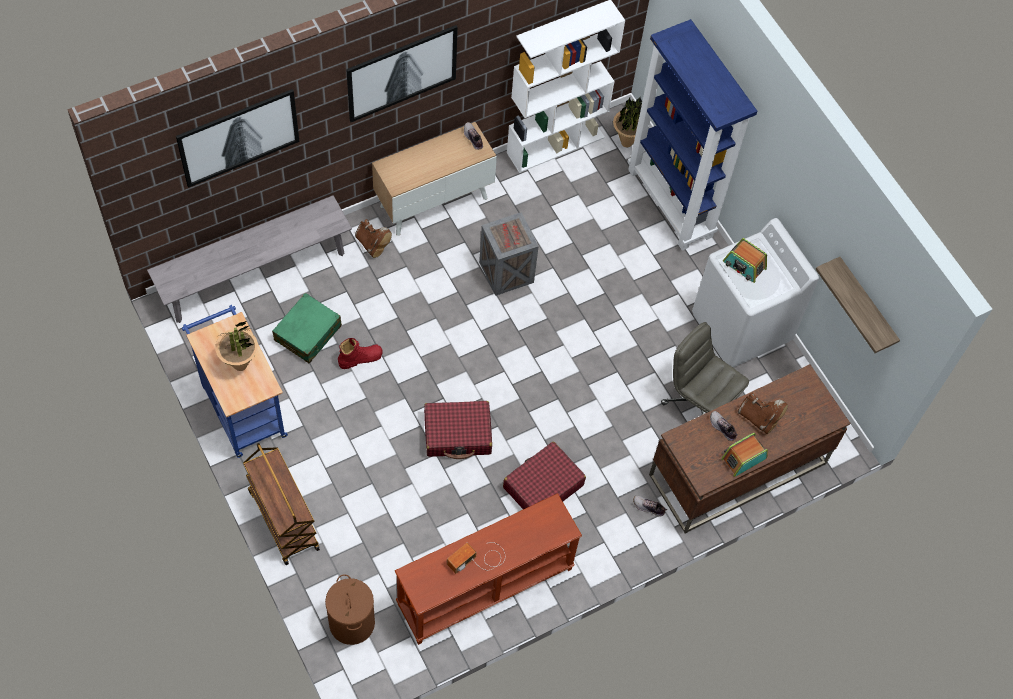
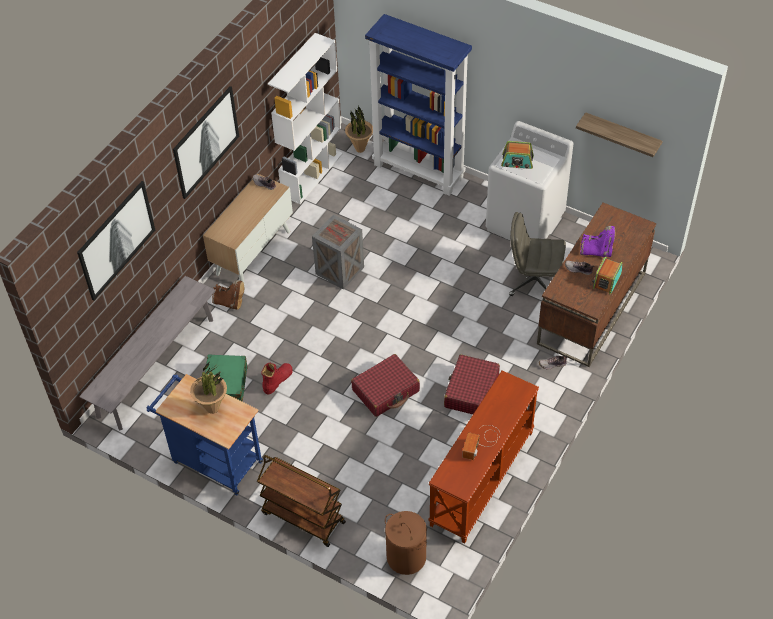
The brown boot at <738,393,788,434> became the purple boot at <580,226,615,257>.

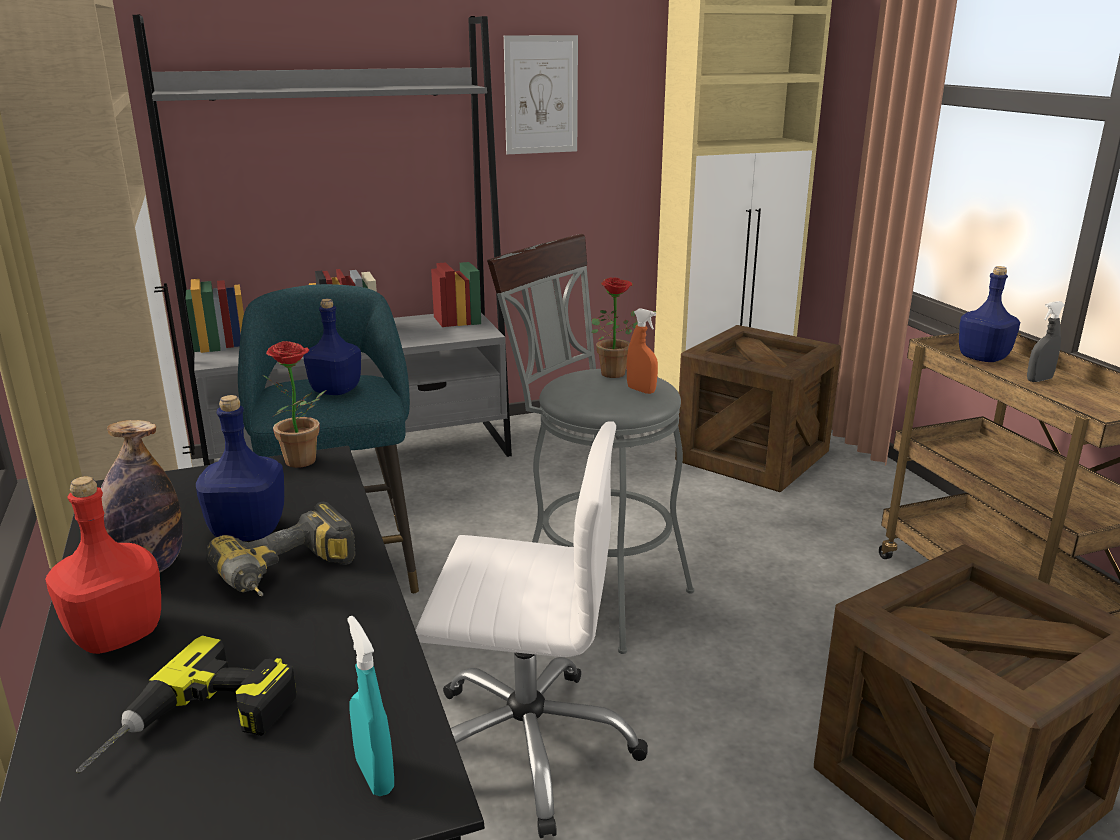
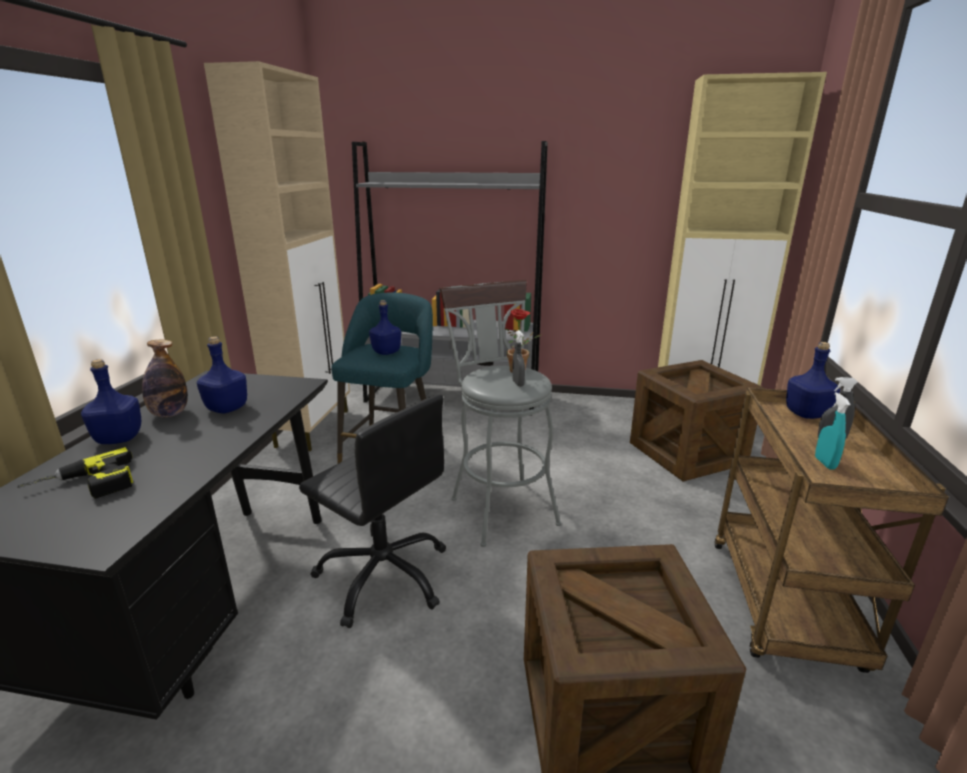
The power drill at <206,502,356,596> disappeared.
The potted plant at <263,341,326,468> disappeared.
The picture at <504,35,578,154> disappeared.
The turquoise spray bottle moved from <347,616,394,796> to <815,392,850,470>.
The red bottle at <45,476,161,654> became the blue bottle at <81,359,141,444>.
The white office chair at <416,421,648,838> became the black office chair at <299,394,446,628>.
The orange spray bottle at <627,308,658,394> became the grey spray bottle at <512,330,525,387>.

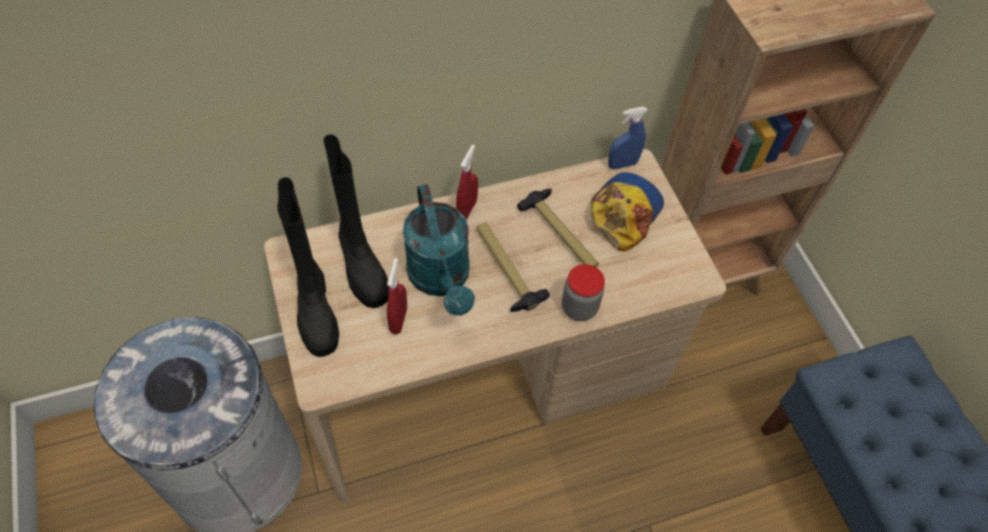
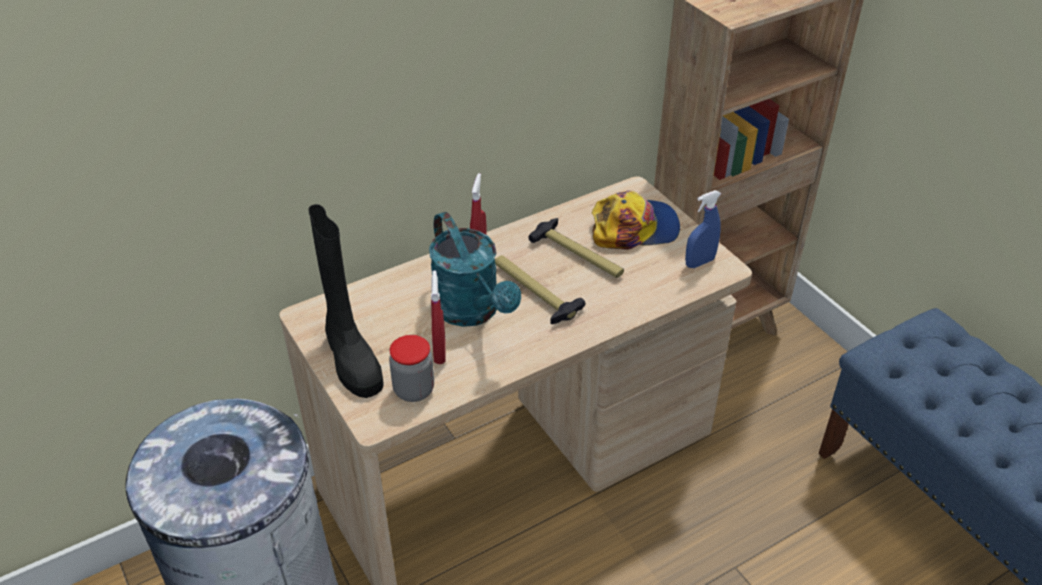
The black boot at <324,134,389,308> disappeared.
The jar moved from <562,264,605,321> to <389,335,434,402>.
The blue spray bottle moved from <608,107,648,169> to <685,190,721,268>.
The cap at <591,172,664,252> turned 60 degrees clockwise.

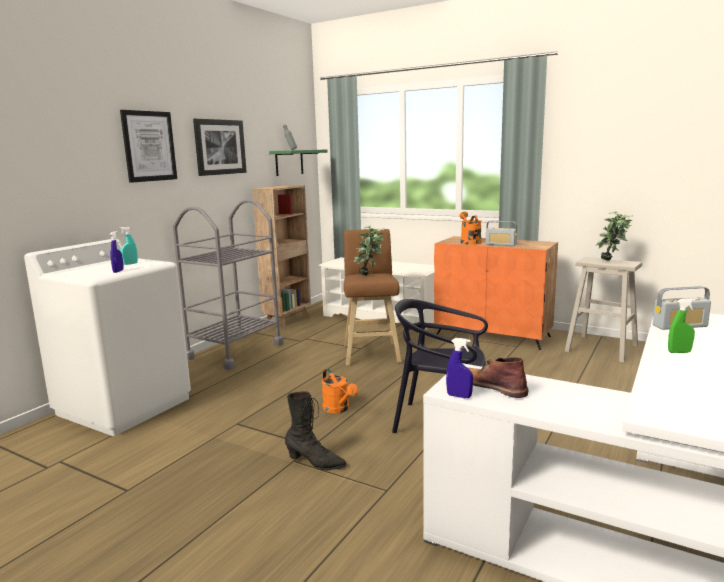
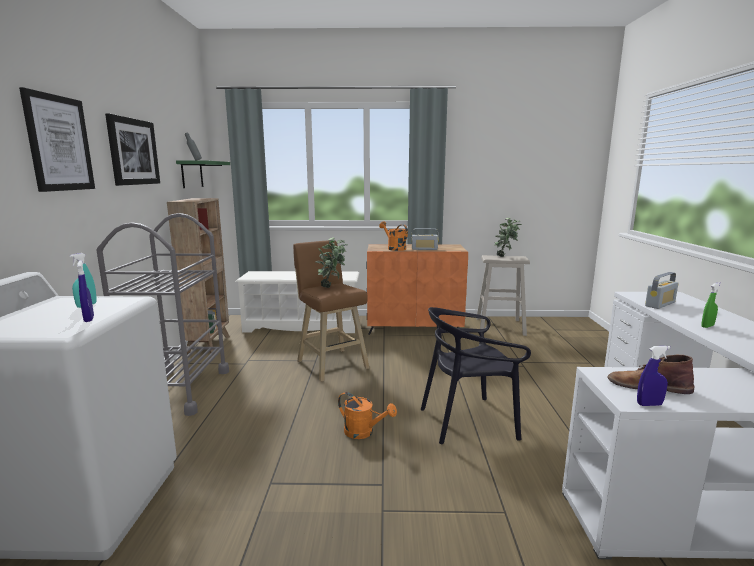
The black boot at <285,391,346,471> disappeared.

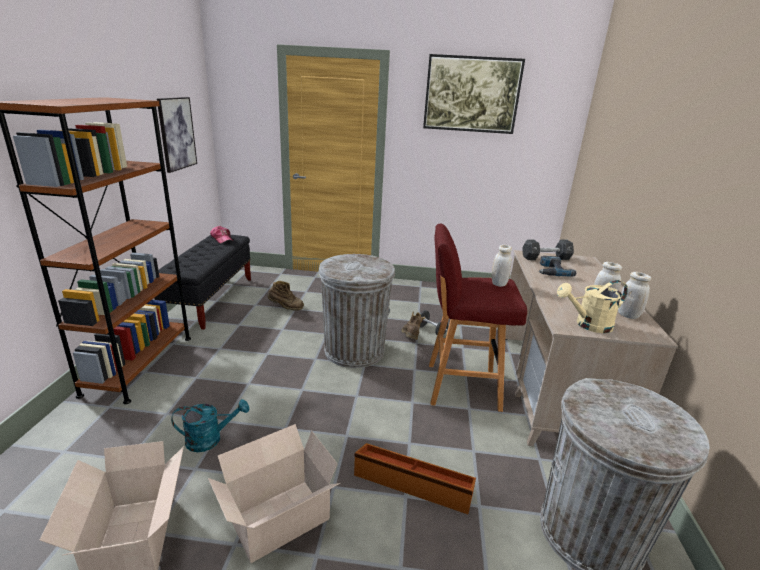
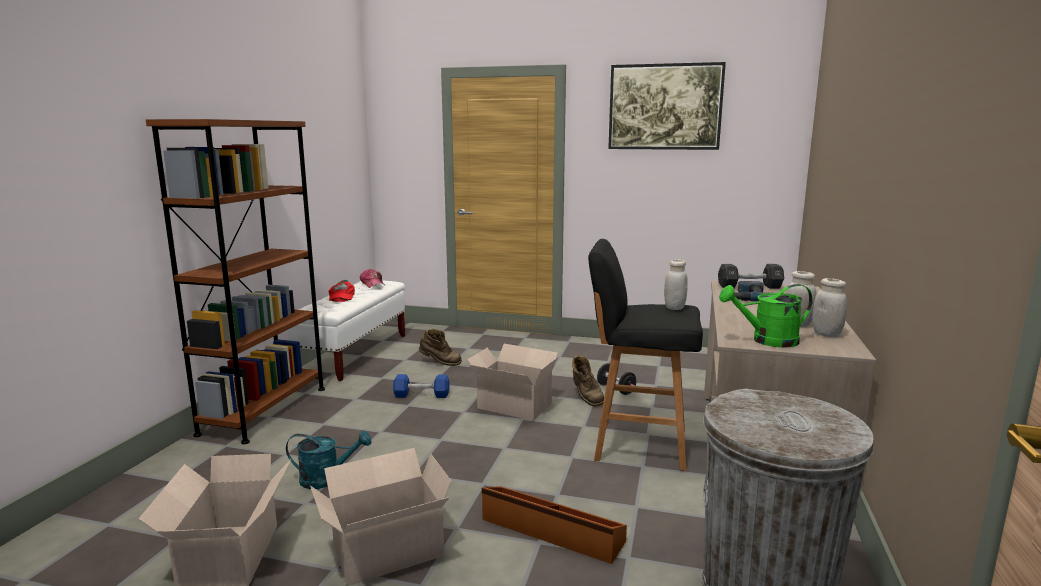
The picture at <157,97,197,173> disappeared.
The red cap at <328,280,355,302> appeared.
The blue dumbbell at <393,374,450,398> appeared.
The grey trash can at <319,254,395,368> was replaced by the cardboard box at <467,344,558,421>.
The black bench at <154,235,251,329> became the white bench at <288,280,405,381>.
The red stool at <429,224,527,412> became the black stool at <588,239,703,471>.
The beige watering can at <557,280,628,333> became the green watering can at <719,284,813,348>.
The brown boot at <401,311,426,340> turned 150 degrees clockwise.

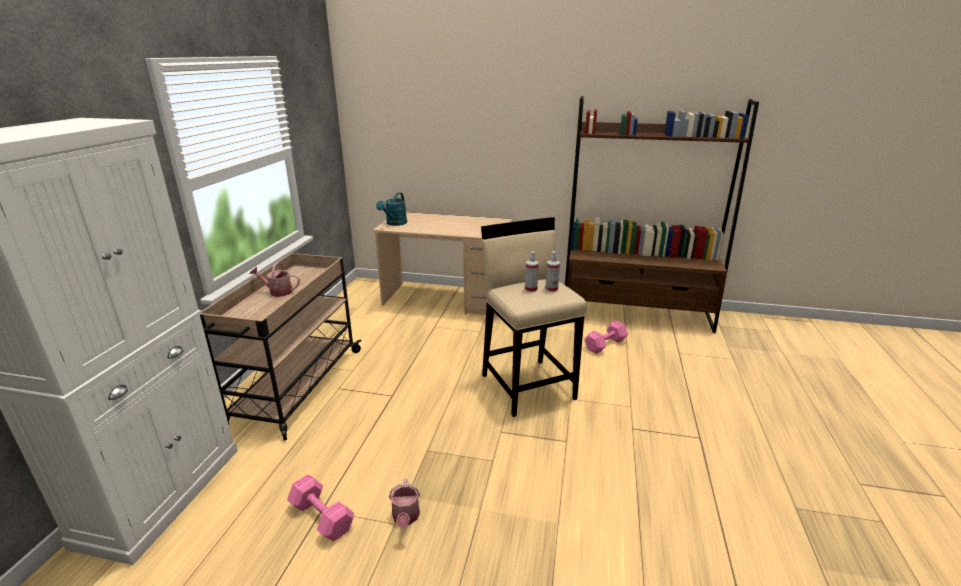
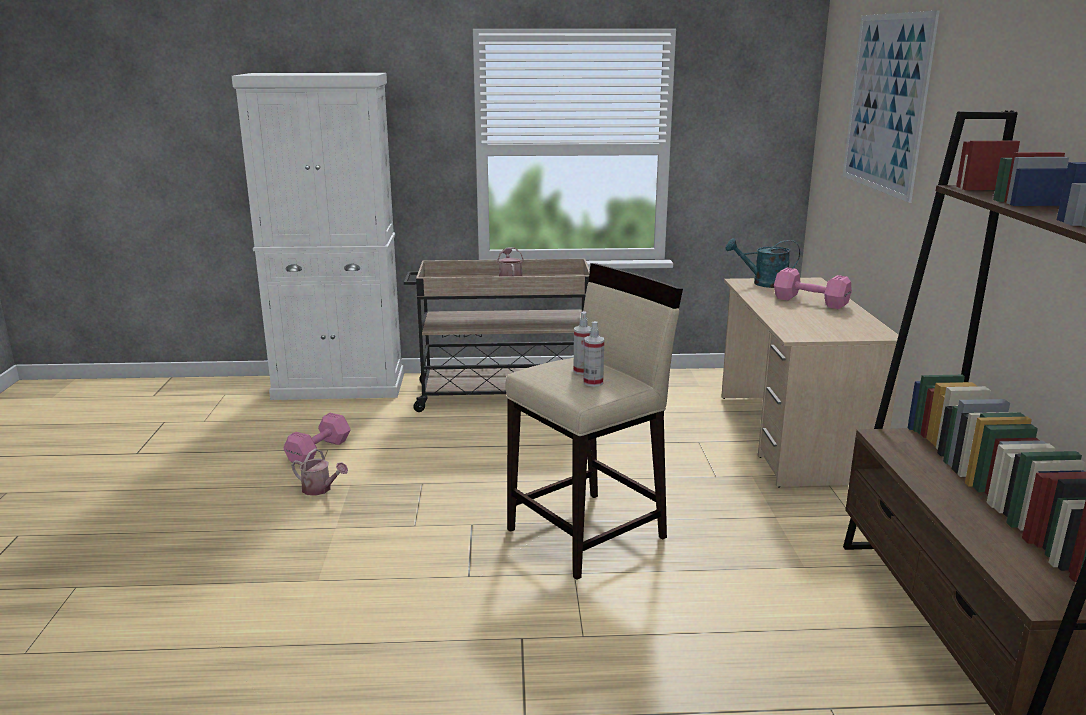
The picture at <843,11,939,203> appeared.
The pink dumbbell moved from <584,320,628,354> to <774,268,852,309>.
The watering can at <389,478,420,528> turned 135 degrees counterclockwise.

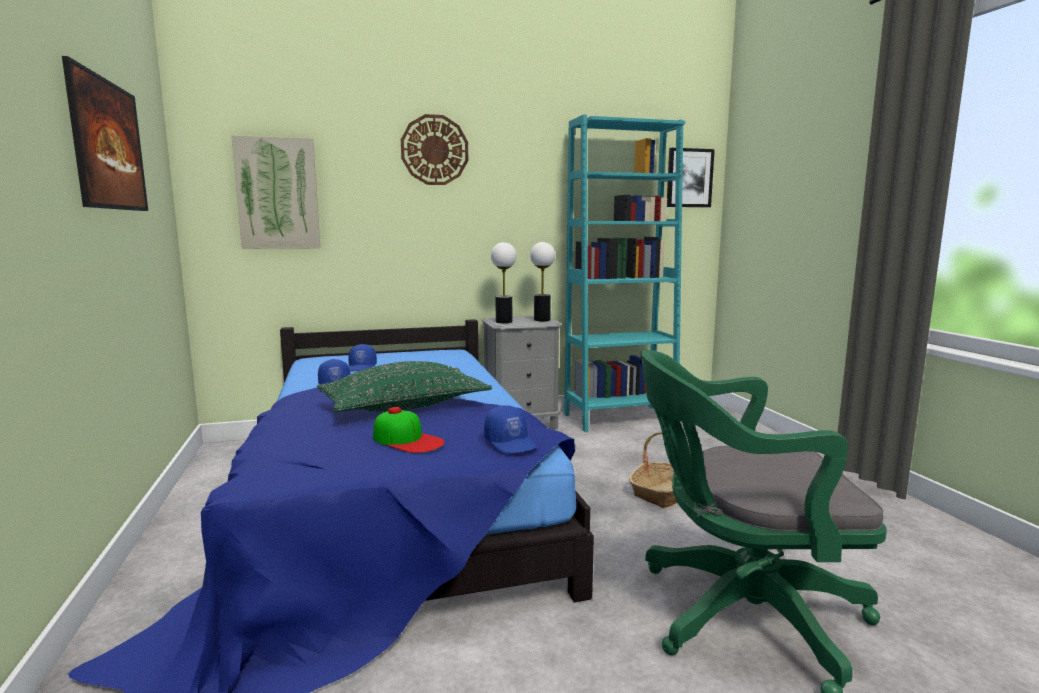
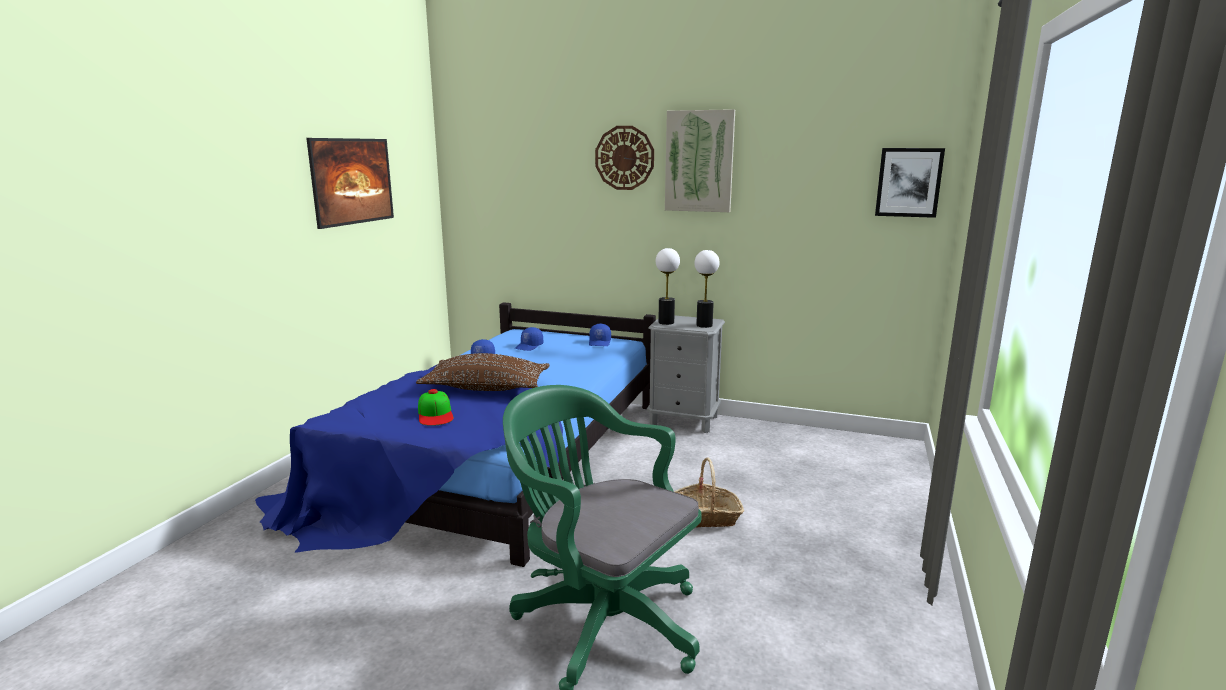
The turquoise bookcase at <564,115,686,432> disappeared.
The picture moved from <231,135,320,249> to <665,109,735,212>.
The blue cap moved from <484,405,537,454> to <589,324,611,346>.
The green pillow at <317,361,492,412> became the brown pillow at <416,353,550,391>.

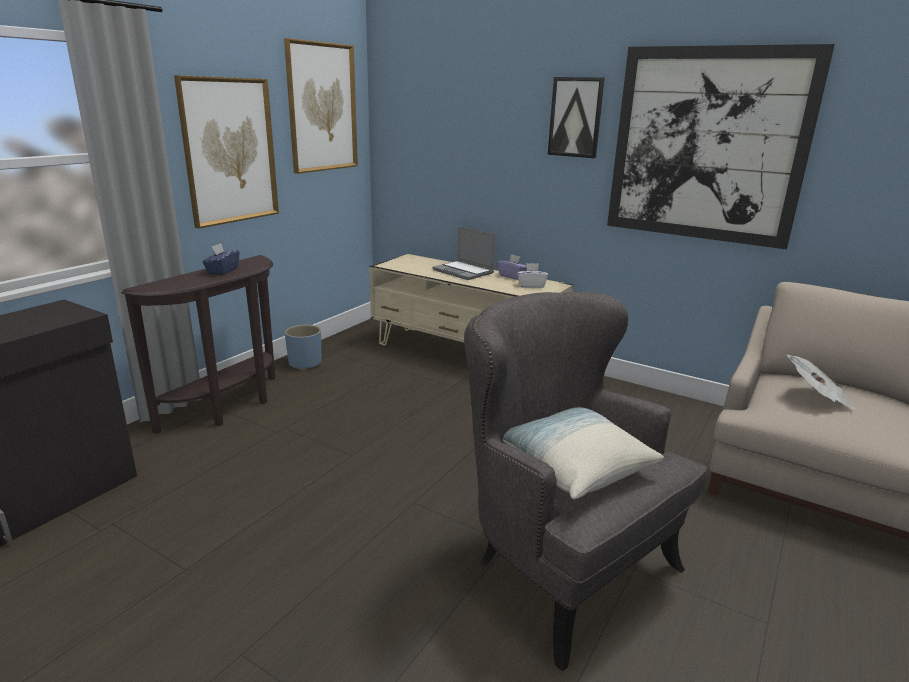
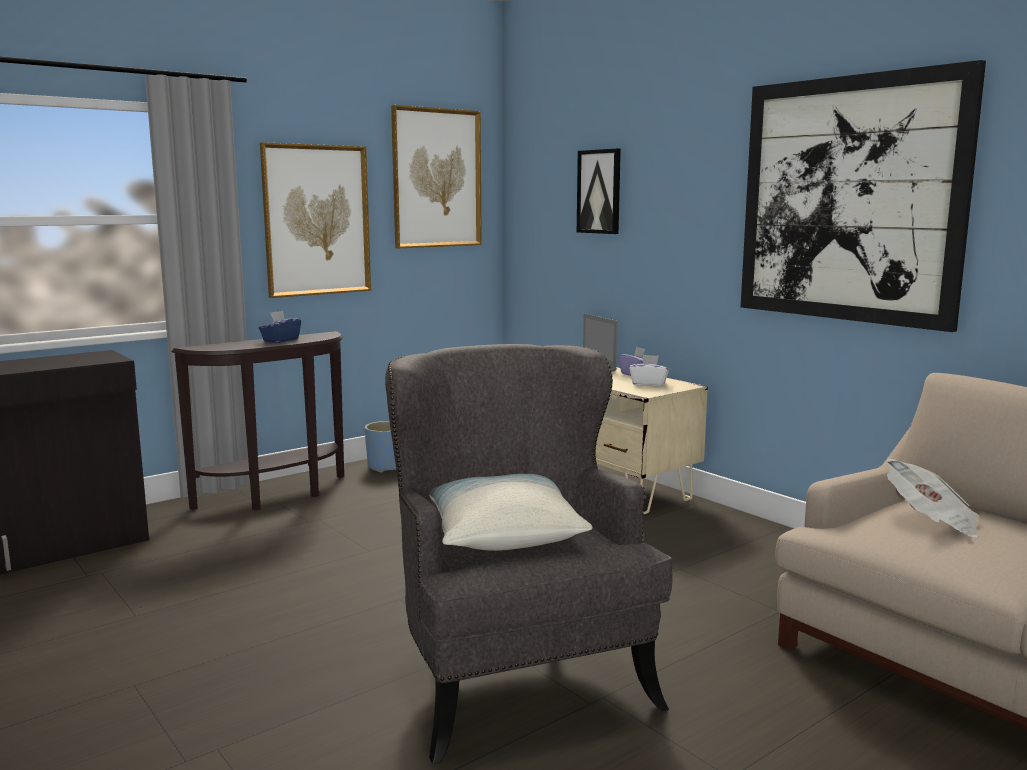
The picture moved from <548,77,605,158> to <577,149,621,234>.

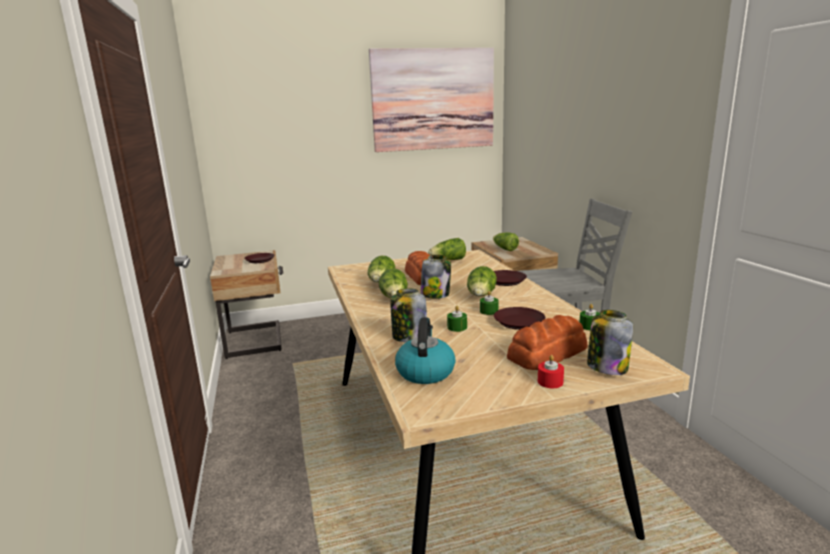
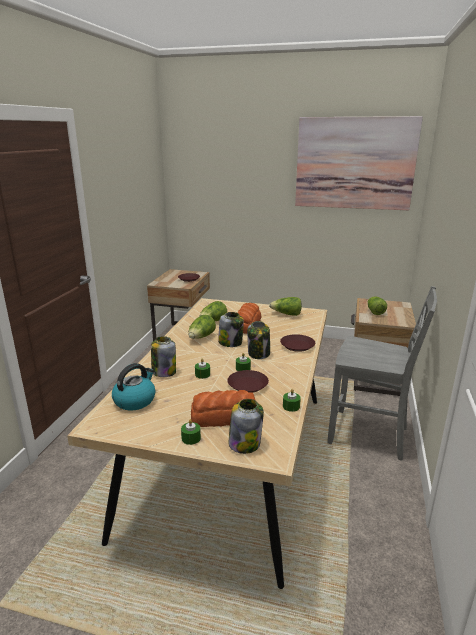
The lettuce at <467,266,497,296> was replaced by the jar at <247,321,270,359>.
The red candle at <538,355,564,388> became the green candle at <181,419,201,445>.

